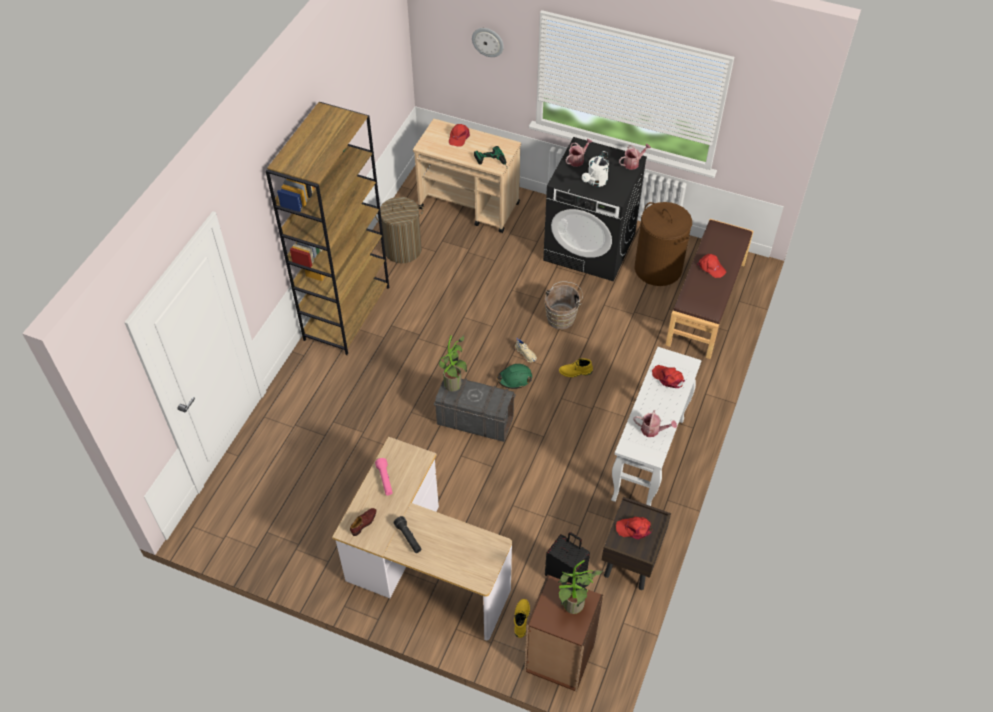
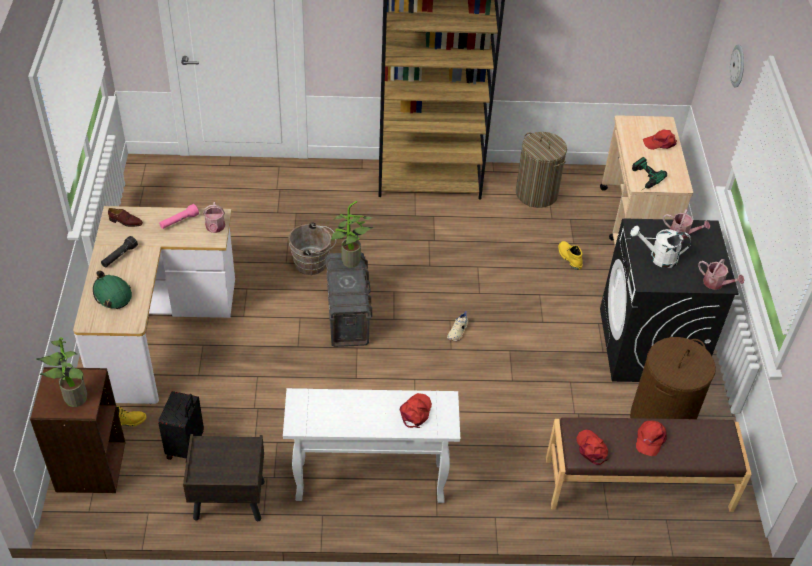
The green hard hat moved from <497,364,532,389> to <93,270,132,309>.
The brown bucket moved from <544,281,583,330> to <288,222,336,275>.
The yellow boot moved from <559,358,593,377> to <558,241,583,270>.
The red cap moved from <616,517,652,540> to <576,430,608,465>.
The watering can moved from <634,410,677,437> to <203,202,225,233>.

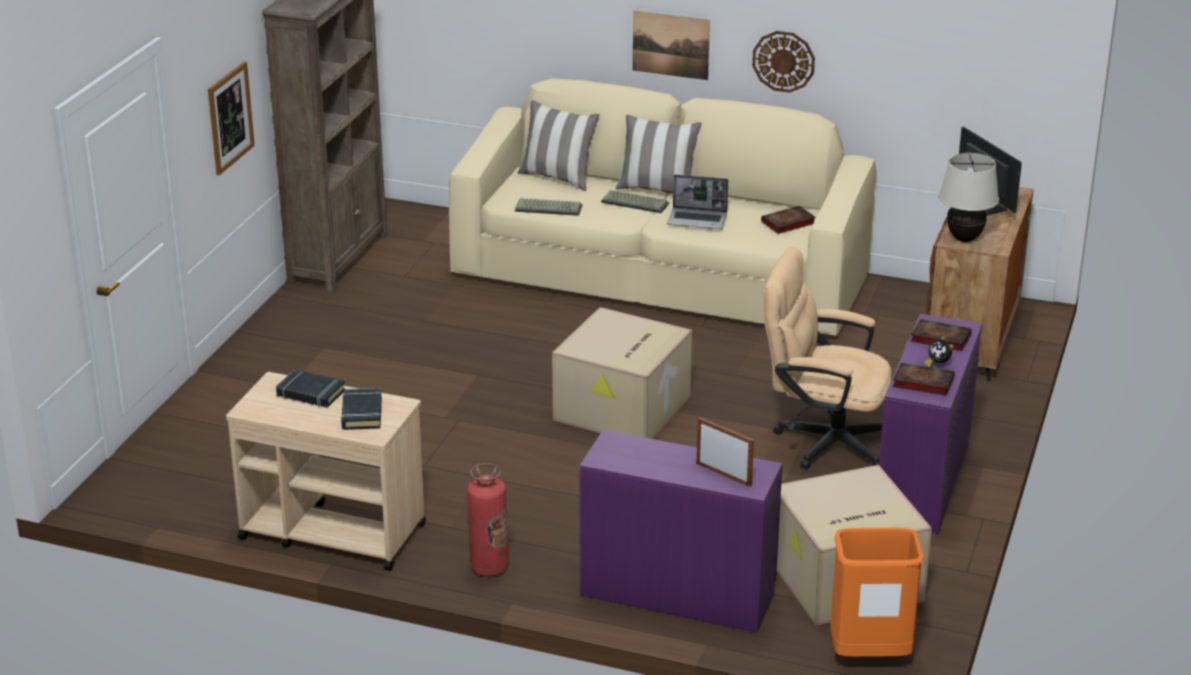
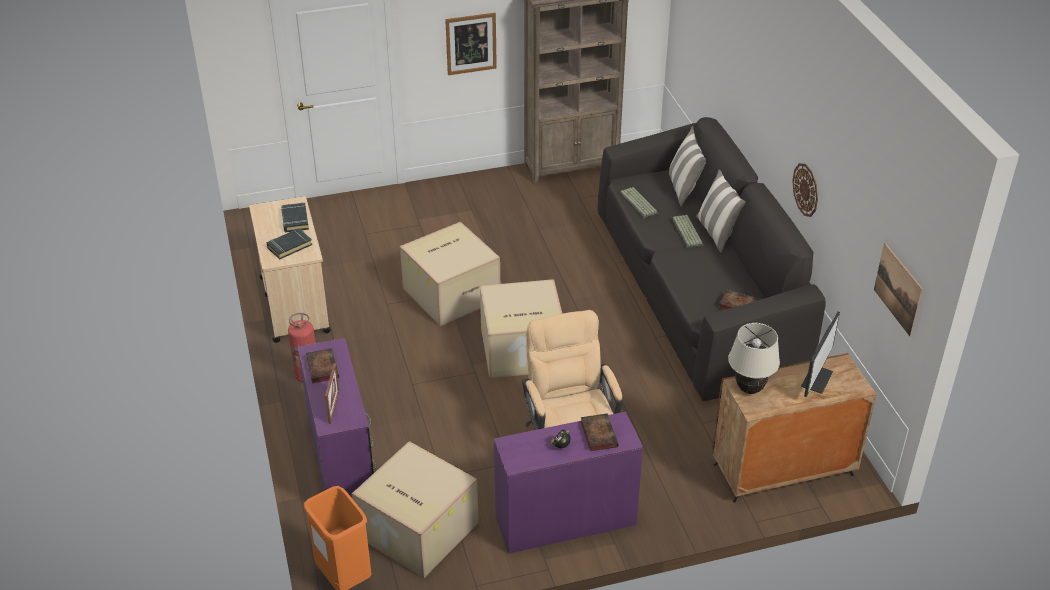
The laptop at <667,175,728,229> disappeared.
The cardboard box at <400,222,500,326> appeared.
The picture moved from <633,10,710,80> to <874,243,923,336>.
The book moved from <893,362,955,396> to <306,348,339,383>.
The beige sofa at <449,78,876,336> became the black sofa at <597,117,826,401>.

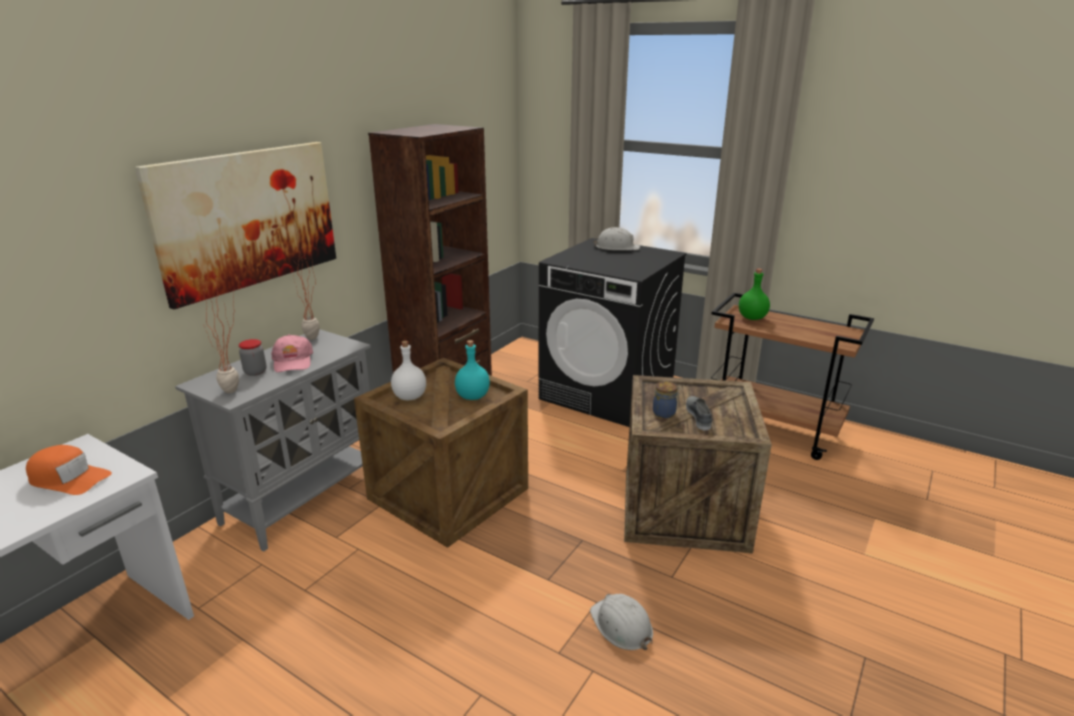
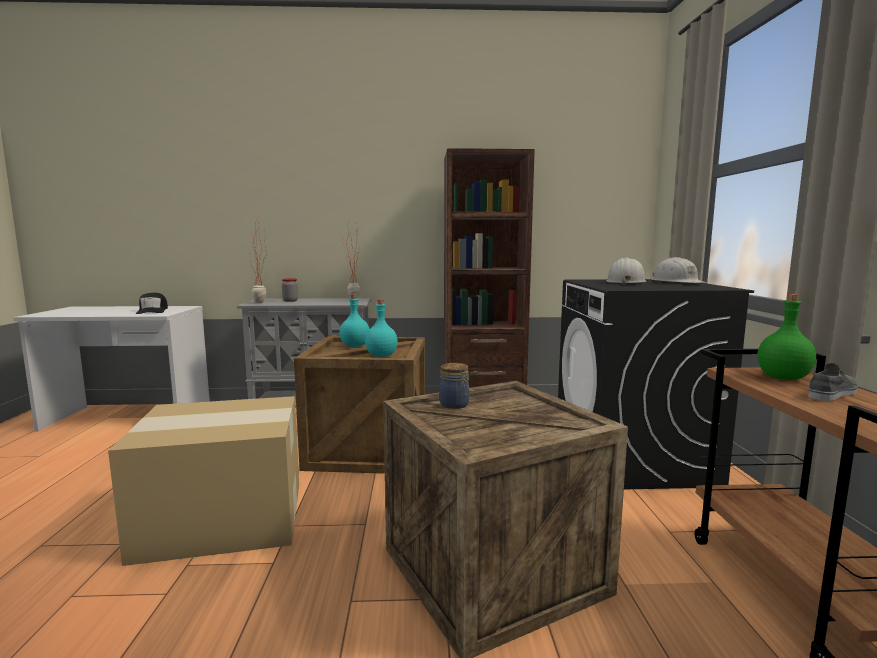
The picture at <135,142,336,309> disappeared.
The pink cap at <271,335,313,372> disappeared.
The cardboard box at <108,396,299,566> appeared.
The white hard hat moved from <590,594,653,650> to <606,258,647,285>.
The grey shoe moved from <686,396,712,430> to <808,363,858,401>.
The orange cap at <26,445,112,495> became the black cap at <136,293,168,314>.
The white bottle at <391,341,426,400> became the turquoise bottle at <339,295,369,347>.

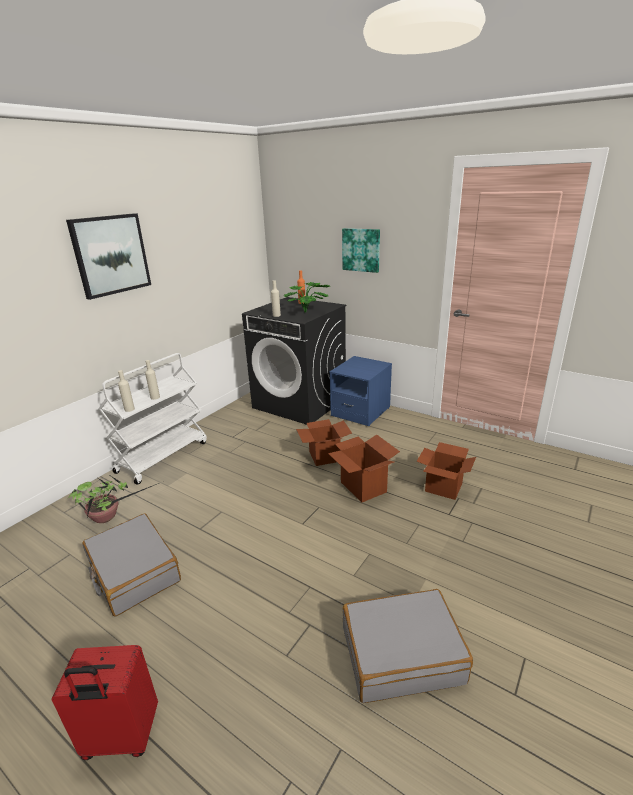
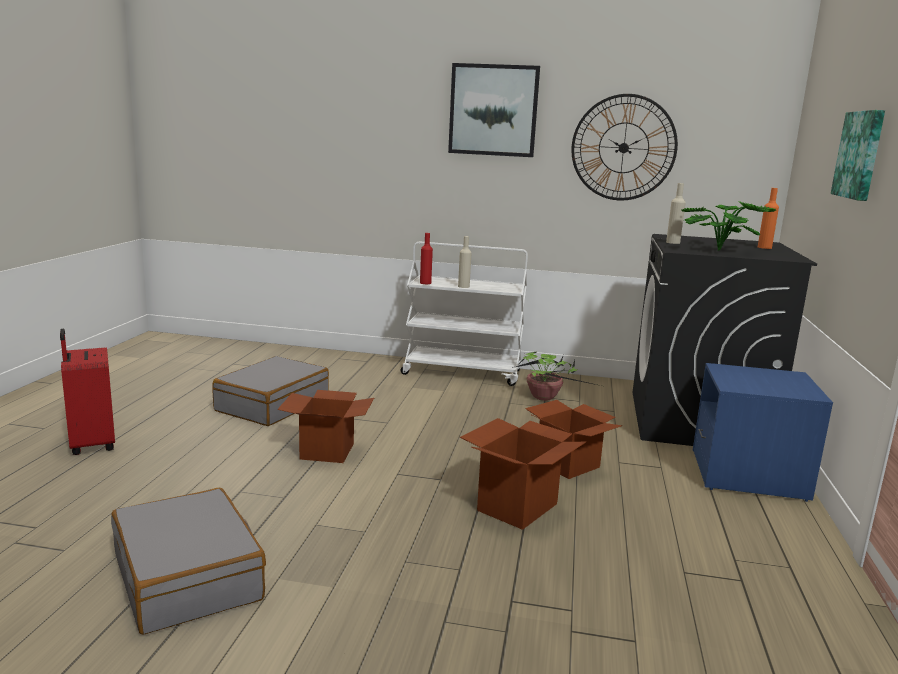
The wall clock at <571,94,678,200> appeared.
The potted plant moved from <67,476,159,523> to <512,352,601,401>.
The cardboard box moved from <417,442,476,500> to <277,390,374,463>.
The beige bottle at <118,370,135,412> became the red bottle at <420,233,433,284>.

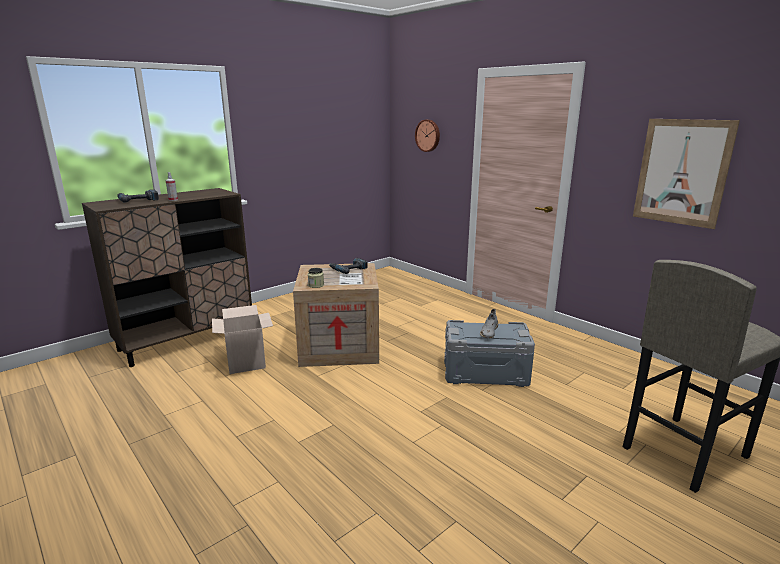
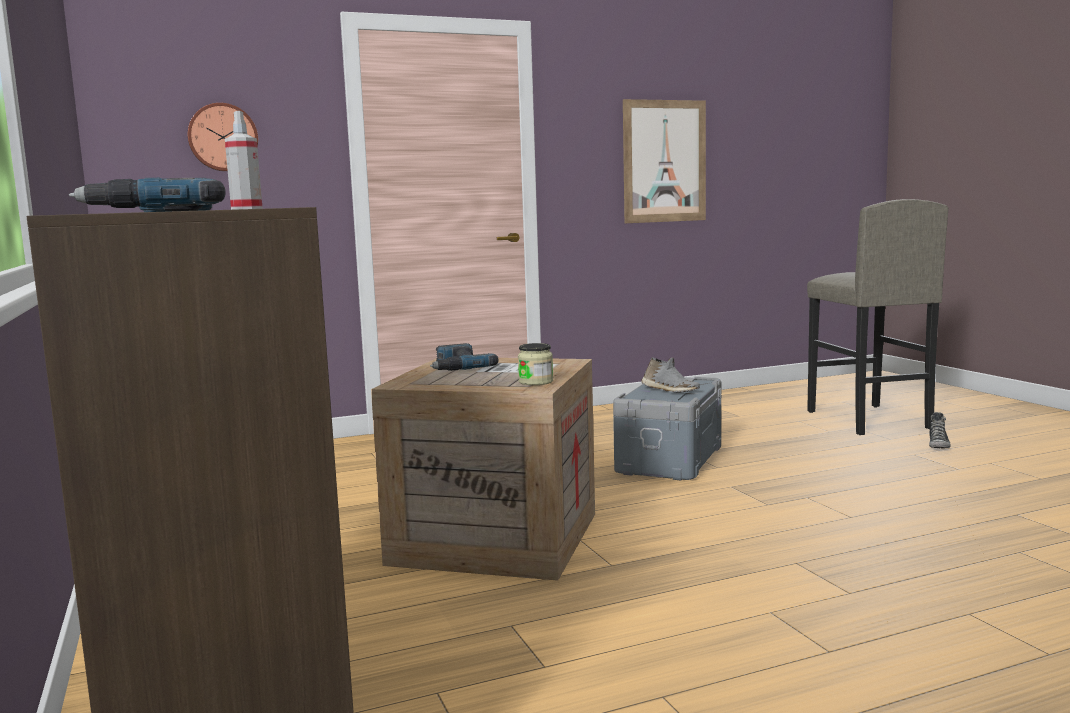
The cardboard box at <212,305,273,374> disappeared.
The shoe at <929,412,951,448> appeared.

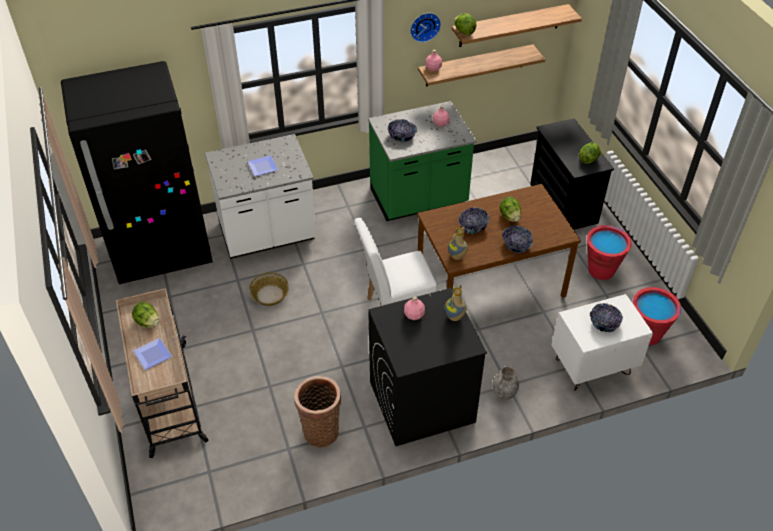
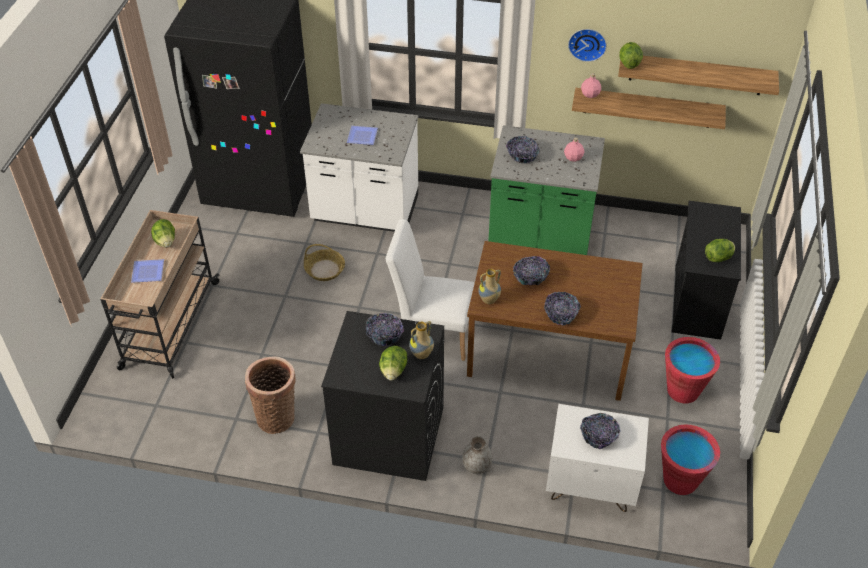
The lettuce moved from <500,197,521,222> to <379,346,407,381>.
The pink bottle at <404,296,425,320> was replaced by the bowl at <366,313,404,346>.

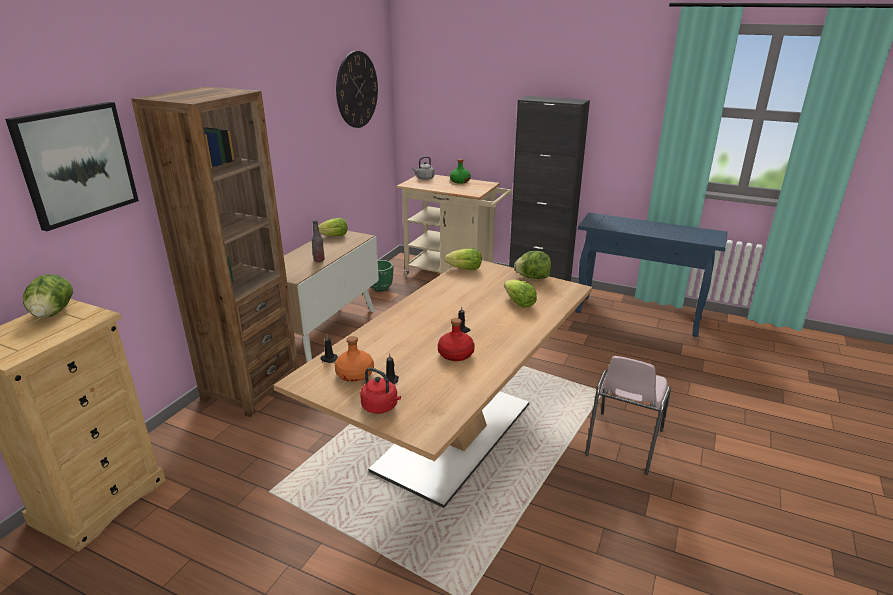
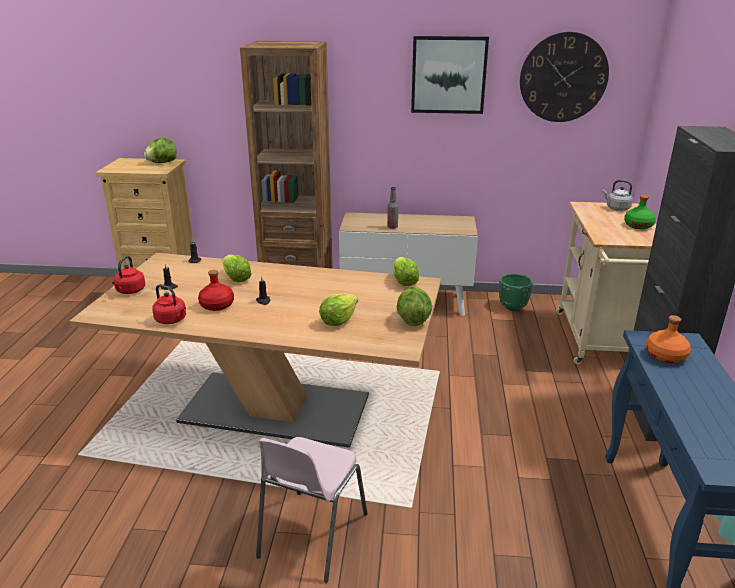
The red kettle at <152,284,186,324> appeared.
The picture moved from <5,102,139,231> to <411,36,489,114>.
The lettuce moved from <318,218,347,236> to <222,254,252,282>.
The orange bottle moved from <335,336,374,382> to <646,315,691,363>.
The pink chair at <585,356,671,475> turned 75 degrees counterclockwise.

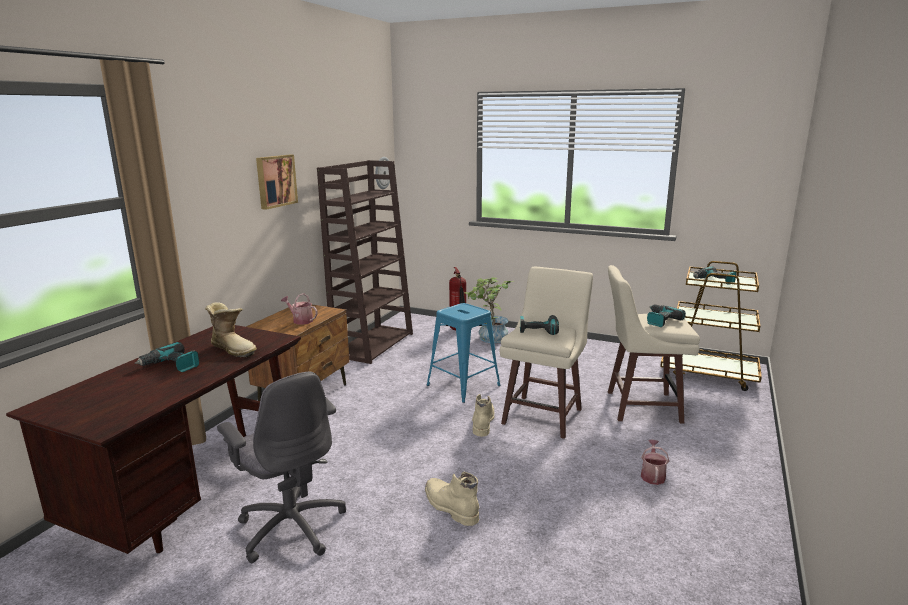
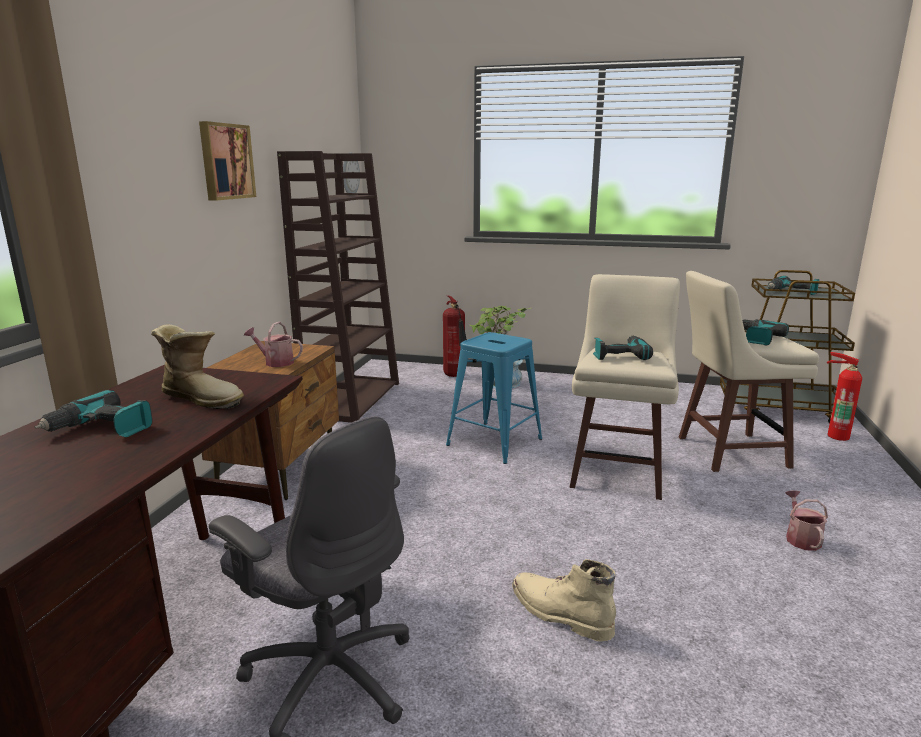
The beige boot at <472,394,494,437> disappeared.
The fire extinguisher at <827,352,862,441> appeared.

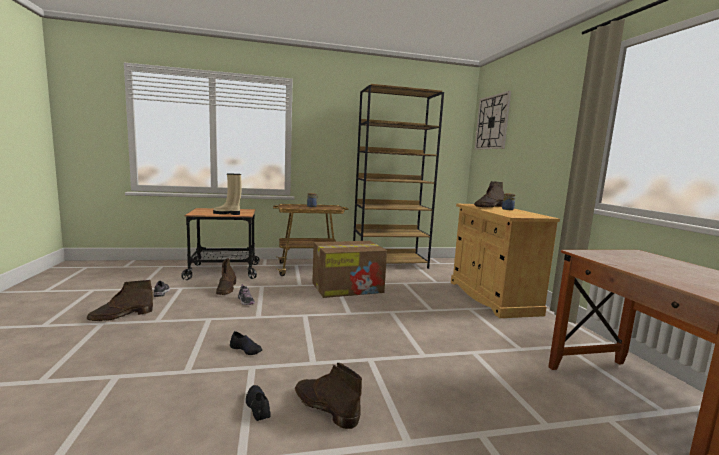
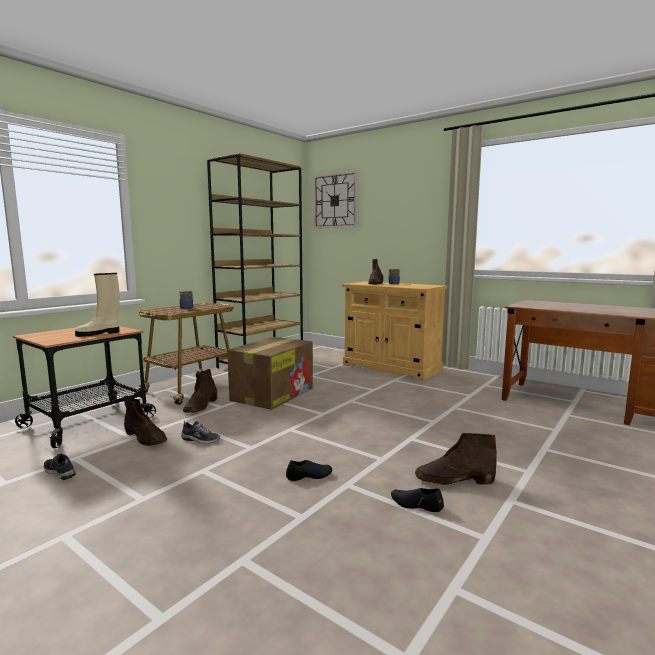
The brown boot moved from <87,280,153,321> to <183,369,218,413>.

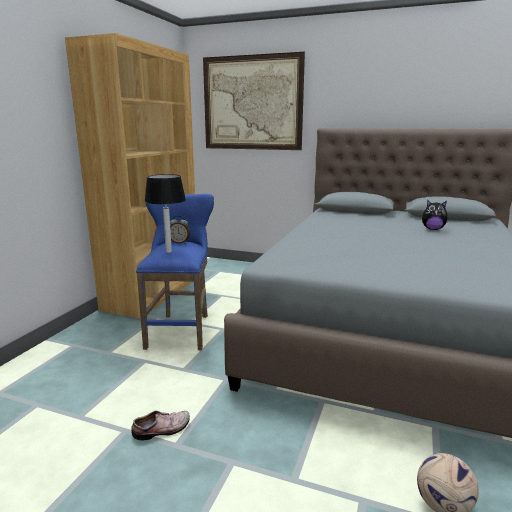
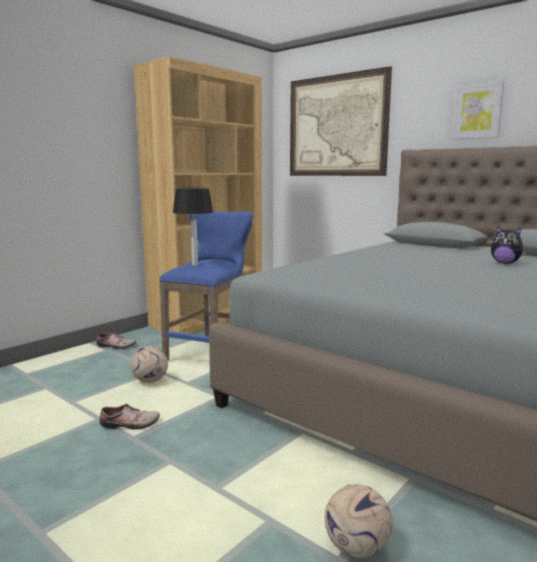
The alarm clock at <170,216,190,244> disappeared.
The shoe at <97,332,136,349> appeared.
The football at <131,346,168,383> appeared.
The picture at <452,81,504,139> appeared.

